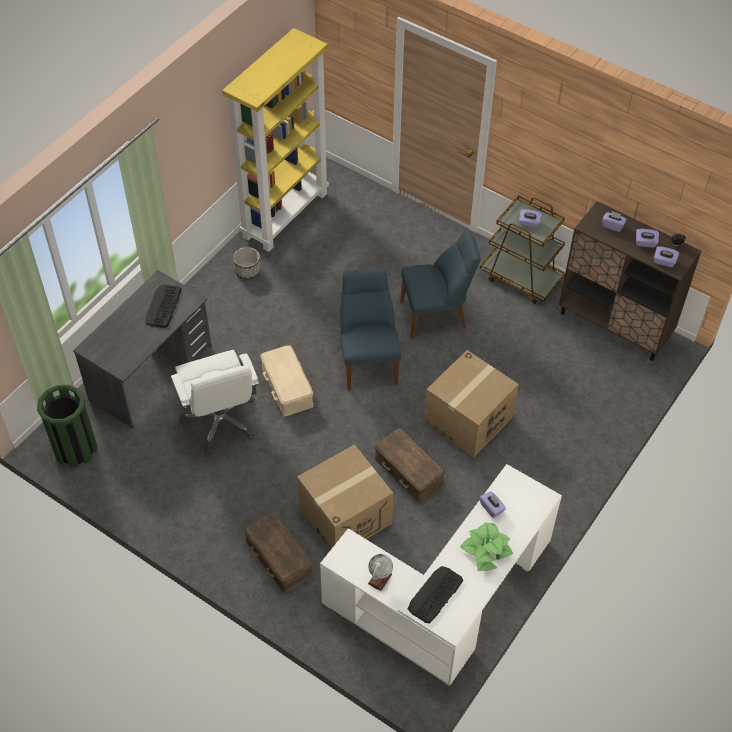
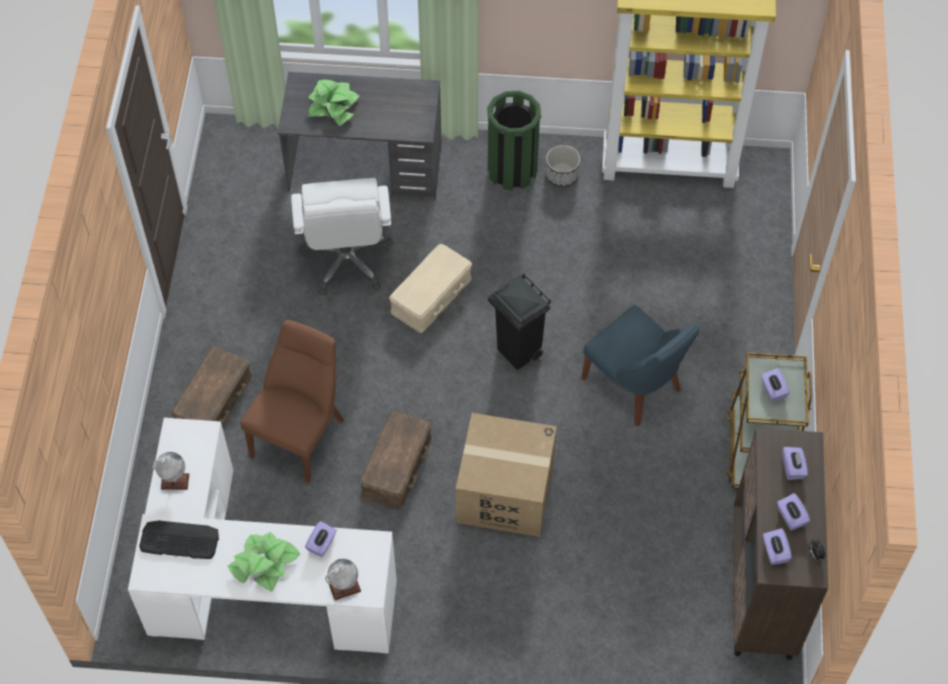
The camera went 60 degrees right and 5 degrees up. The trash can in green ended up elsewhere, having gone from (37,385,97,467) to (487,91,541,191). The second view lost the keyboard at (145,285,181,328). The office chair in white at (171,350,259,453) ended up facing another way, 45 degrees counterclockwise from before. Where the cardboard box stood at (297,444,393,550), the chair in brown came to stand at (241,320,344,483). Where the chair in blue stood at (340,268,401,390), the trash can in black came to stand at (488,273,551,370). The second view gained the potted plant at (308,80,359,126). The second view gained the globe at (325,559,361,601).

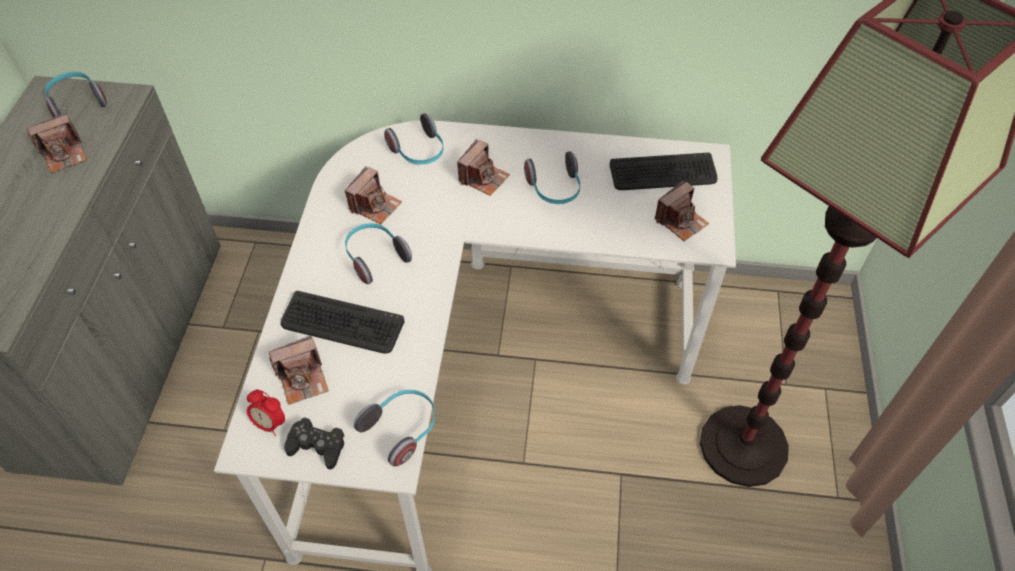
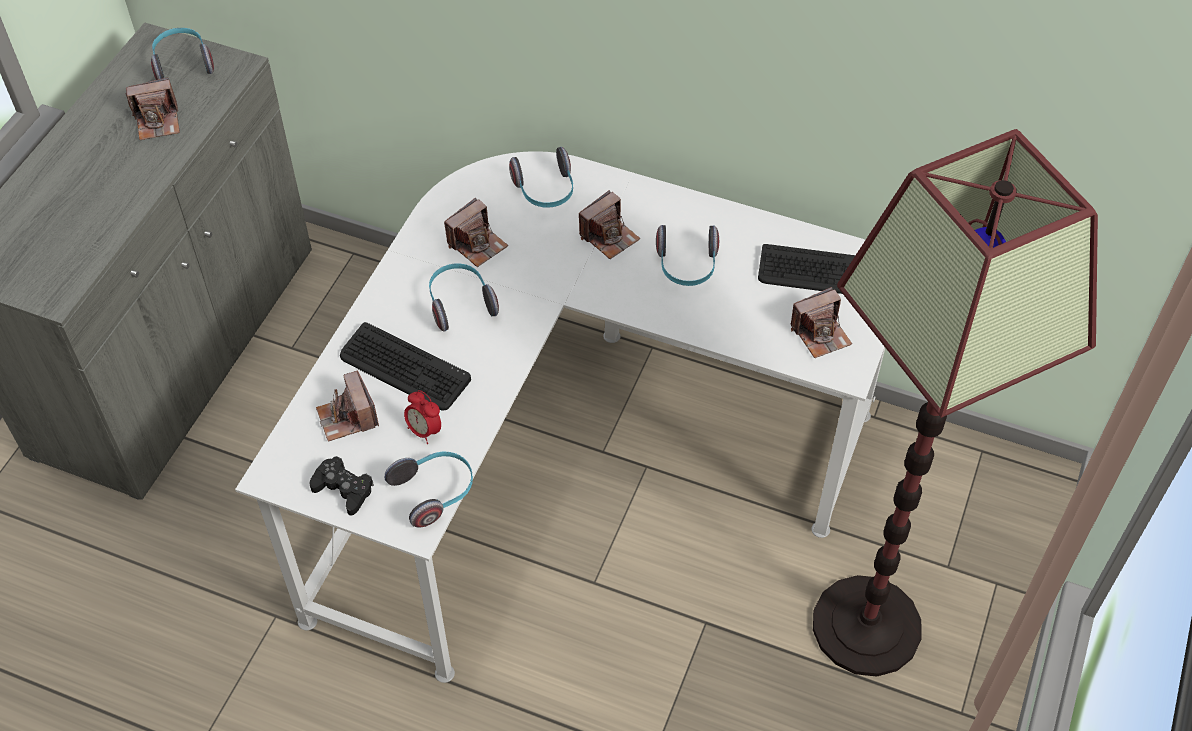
The camera went 15 degrees right and 0 degrees up. The alarm clock ended up elsewhere, having gone from (247,389,285,436) to (404,390,441,444). The photo camera at (269,335,329,405) ended up facing another way, 75 degrees clockwise from before.

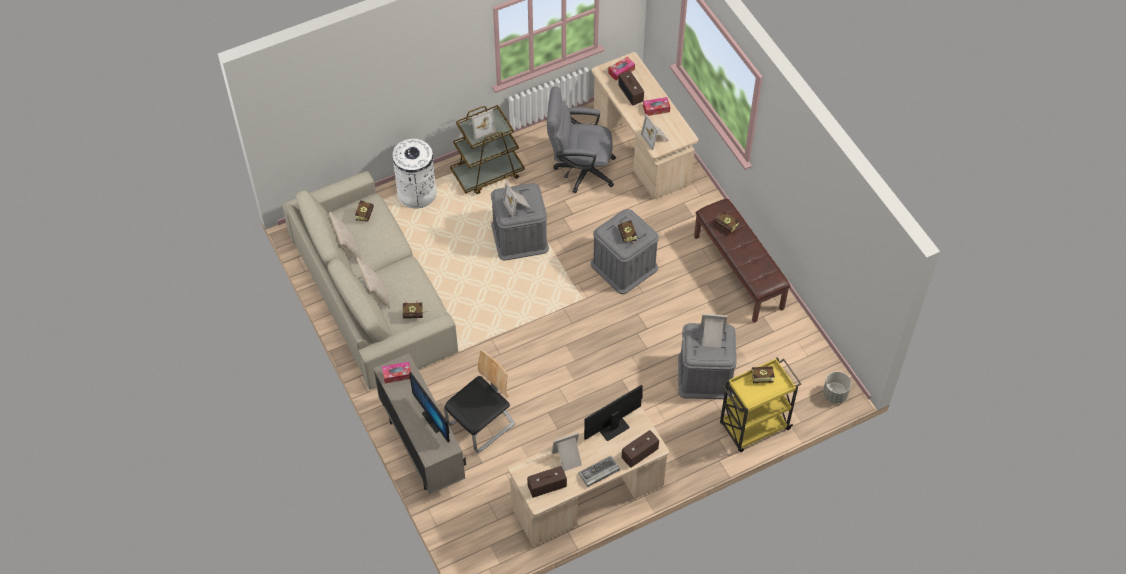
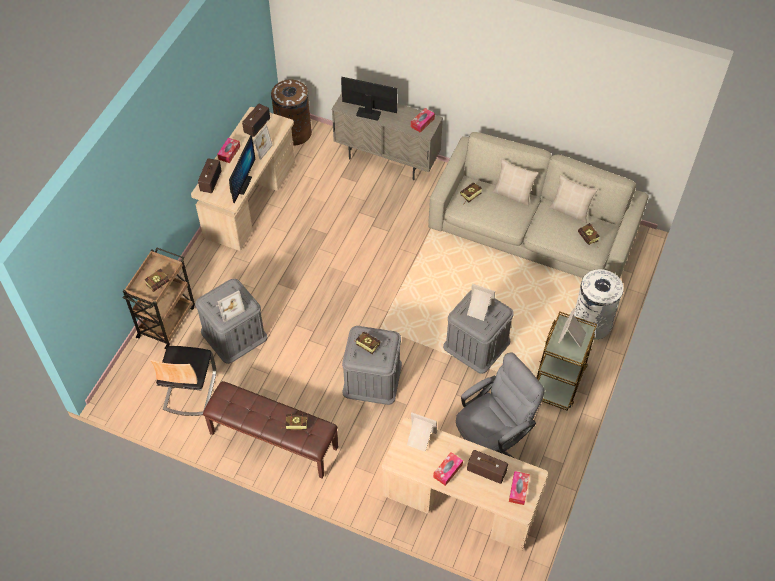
The camera went 140 degrees right and 0 degrees up. The chair ended up elsewhere, having gone from (444,349,515,453) to (150,346,216,416). Where the keyboard stood at (578,456,620,487), the tissue box came to stand at (217,138,240,163). What was the cart in yellow at (720,357,801,452) turned into the cart in brown at (123,248,195,349). The second view lost the planter in grey at (823,372,851,404). The second view gained the trash can in brown at (271,80,312,146).

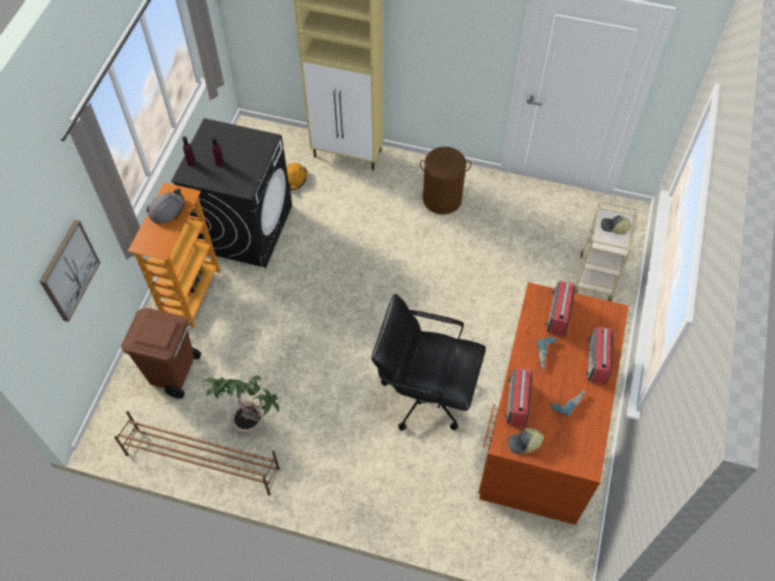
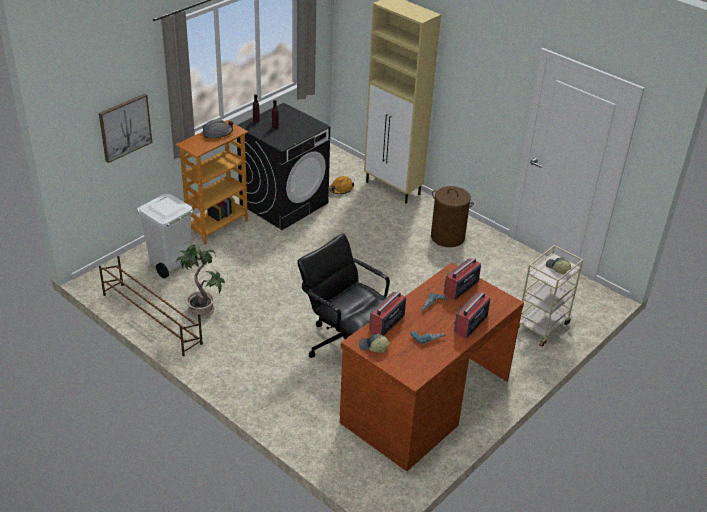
The camera went 25 degrees right and 20 degrees down. What was the trash can in brown at (121,308,201,399) turned into the trash can in white at (137,194,198,279).

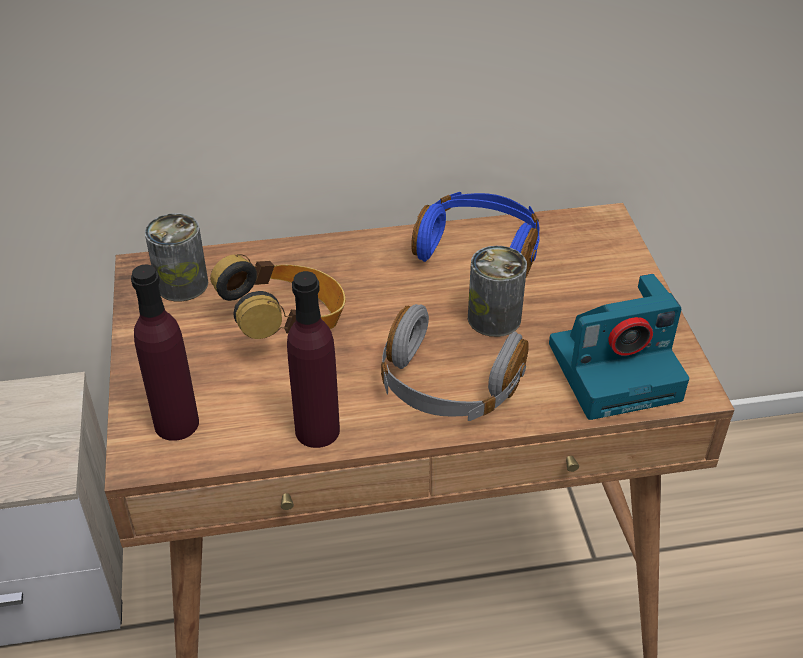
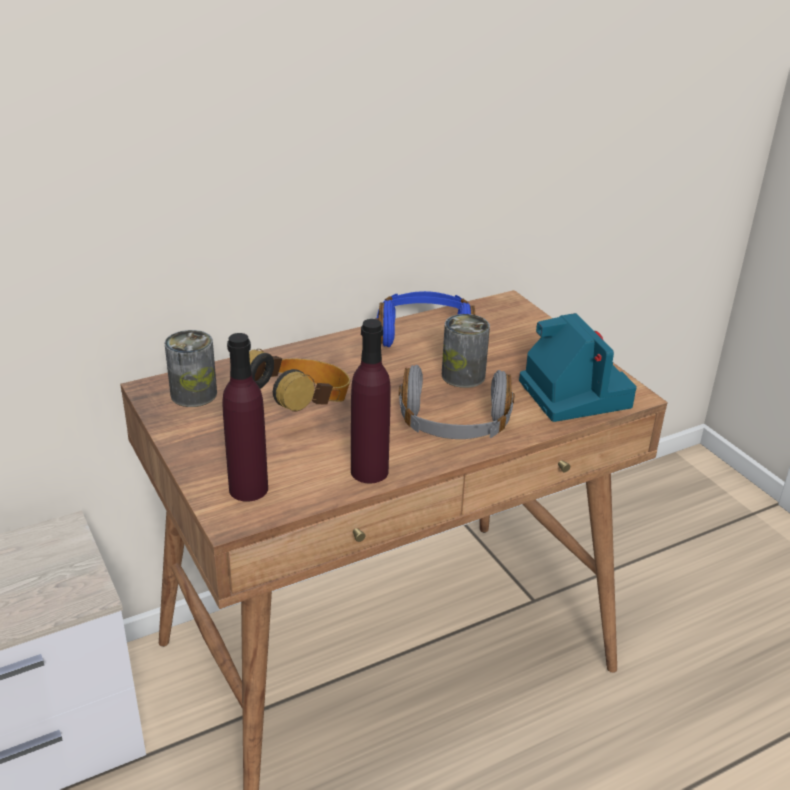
The camera went 20 degrees left and 10 degrees down. The photo camera at (549,274,689,420) ended up facing another way, 75 degrees counterclockwise from before.

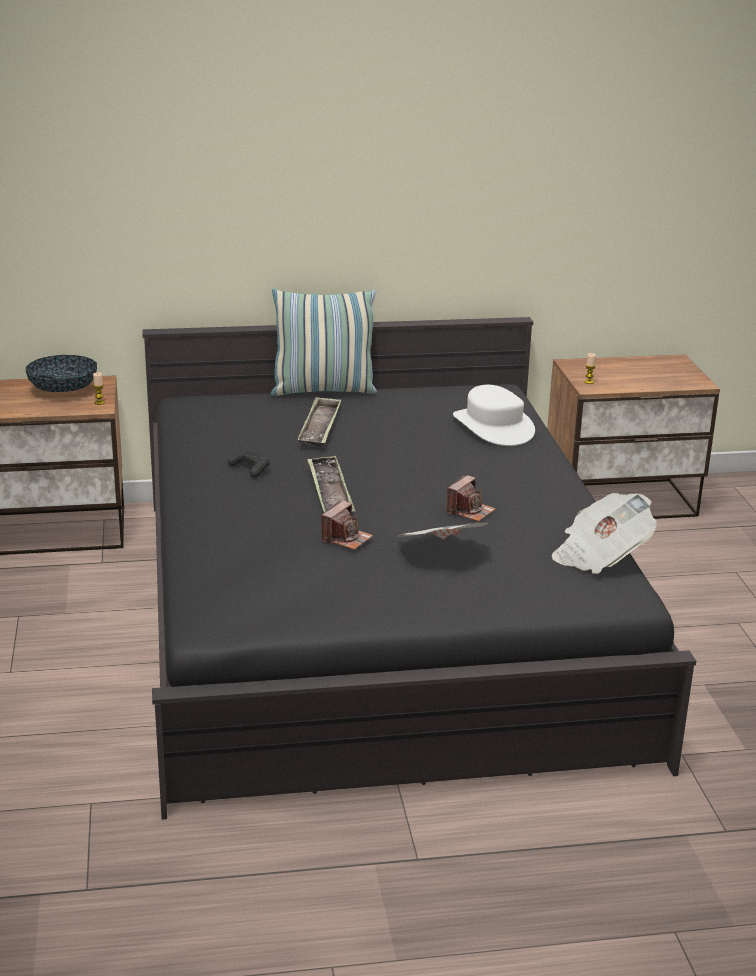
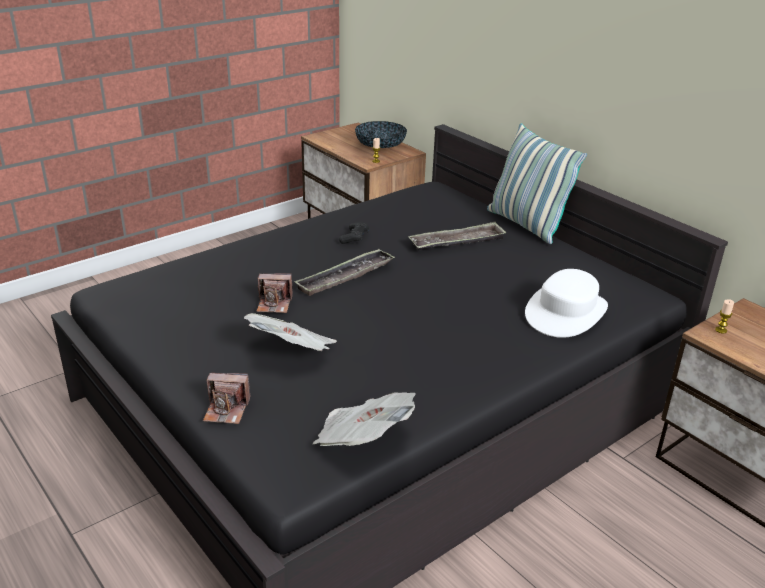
The camera went 60 degrees right and 5 degrees up. The photo camera ended up elsewhere, having gone from (446,475,496,522) to (203,373,250,424).

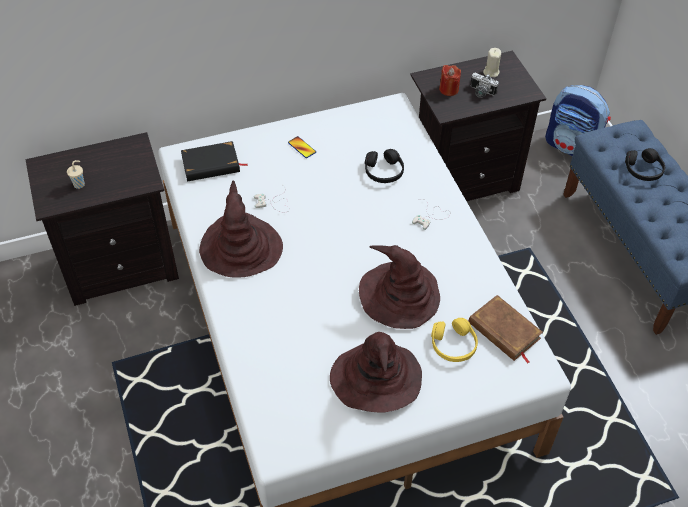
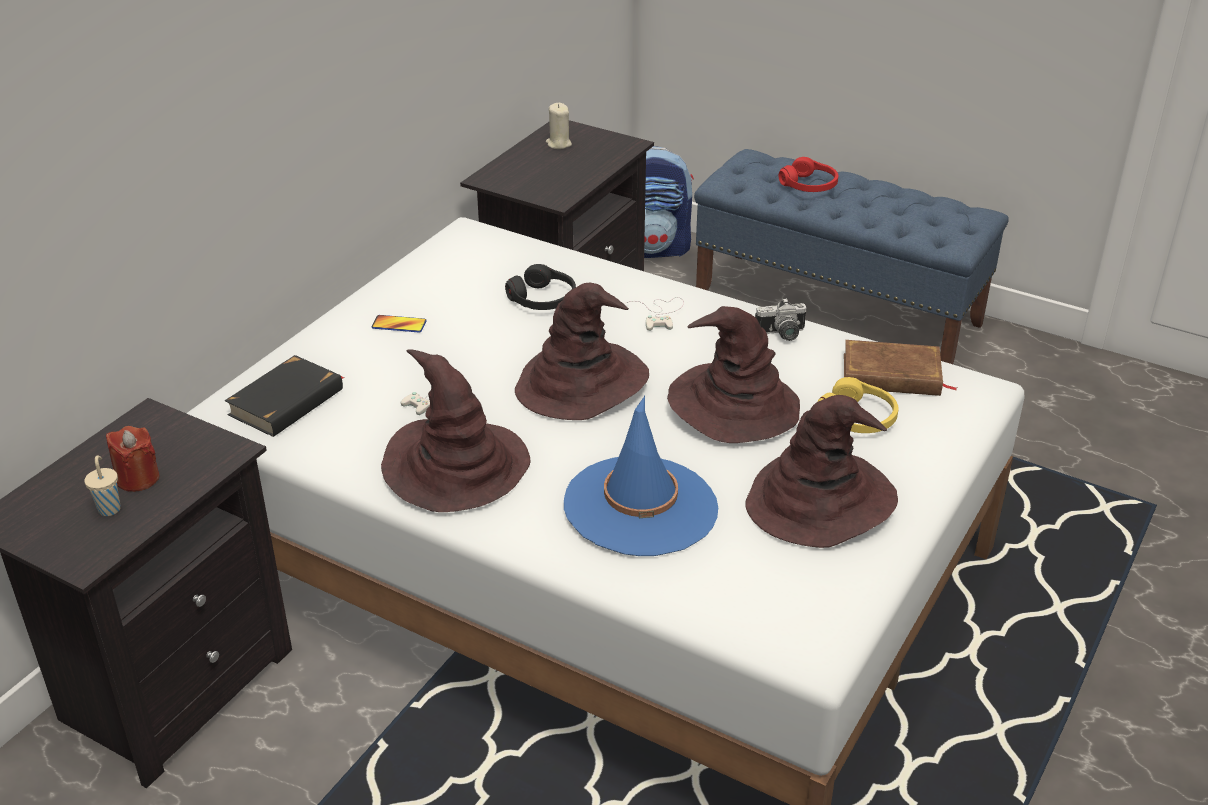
The camera went 40 degrees left and 15 degrees down. The candle in red ended up elsewhere, having gone from (439,65,461,96) to (106,426,159,492). The photo camera ended up elsewhere, having gone from (470,73,499,98) to (755,298,807,341). What was the headphones in black at (625,148,665,181) turned into the headphones in red at (778,157,838,192). The second view gained the hat in brown at (515,283,649,420). The second view gained the hat in blue at (564,396,718,556).

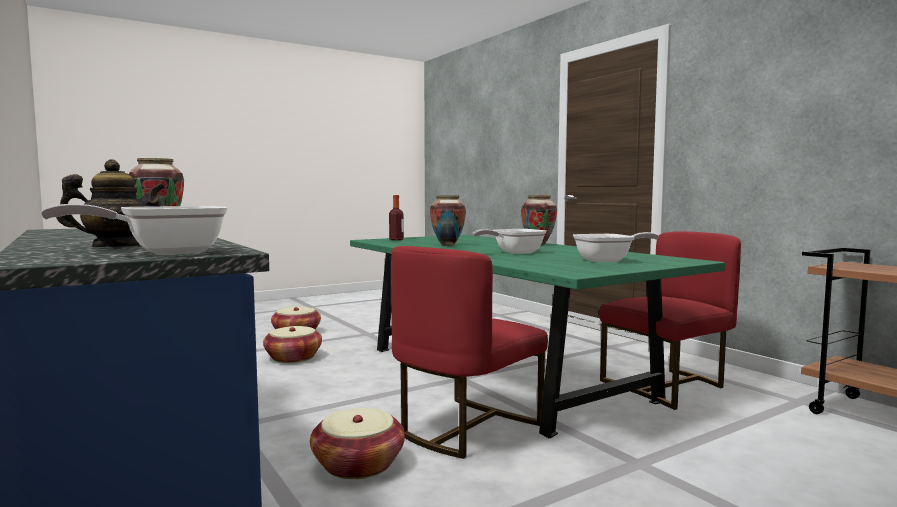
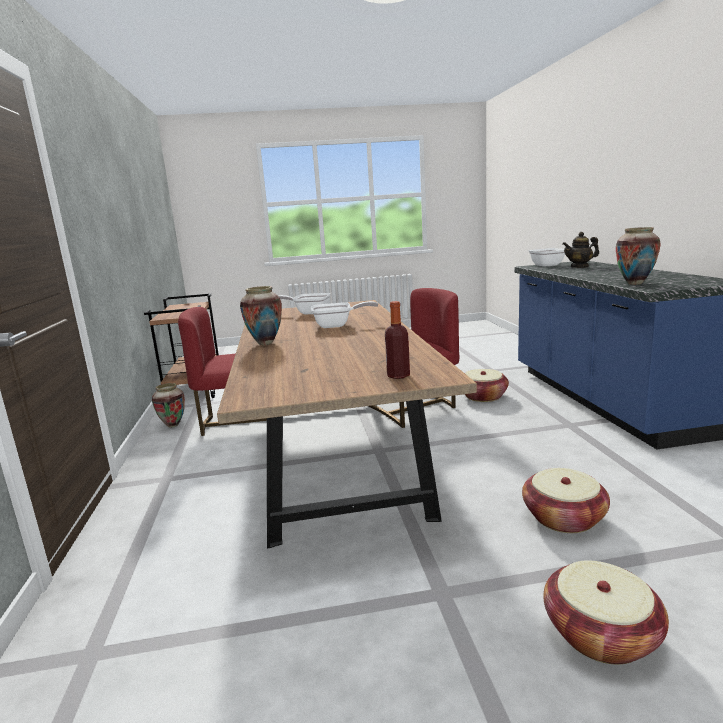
The camera went 155 degrees left and 10 degrees up. What was the dining table in green at (350,235,725,438) turned into the dining table in brown at (217,300,477,549). The vase ended up elsewhere, having gone from (430,195,466,246) to (152,383,185,428).

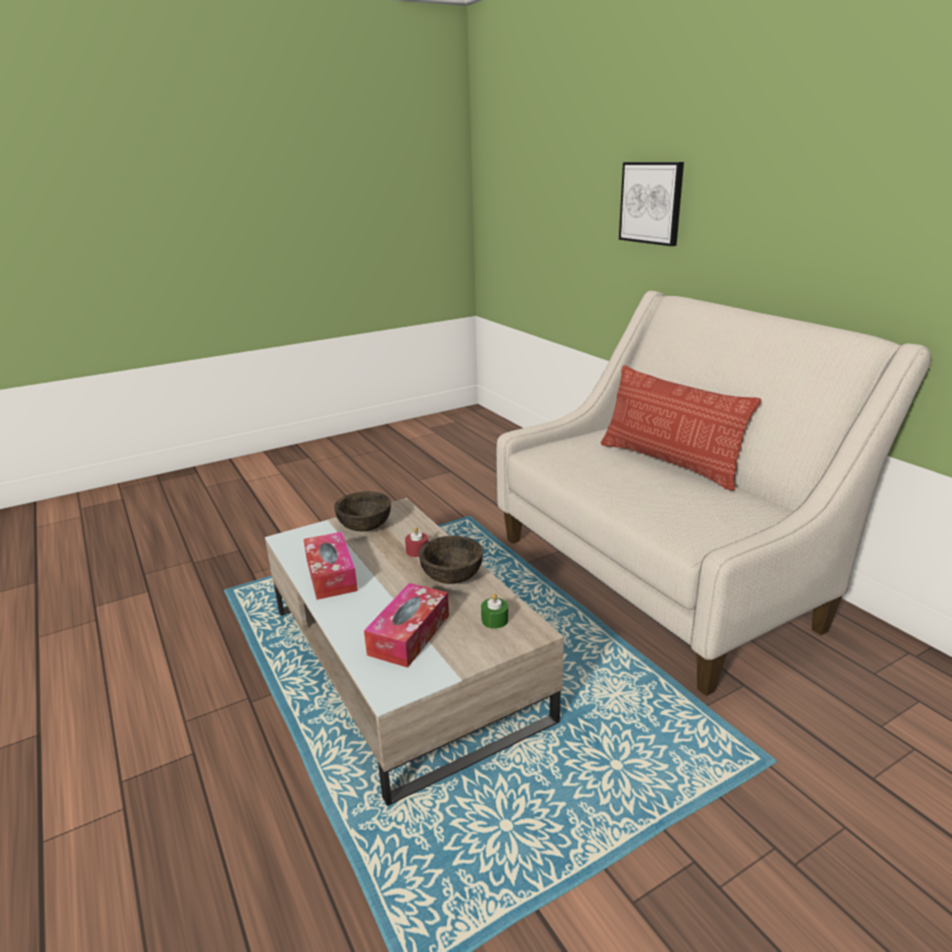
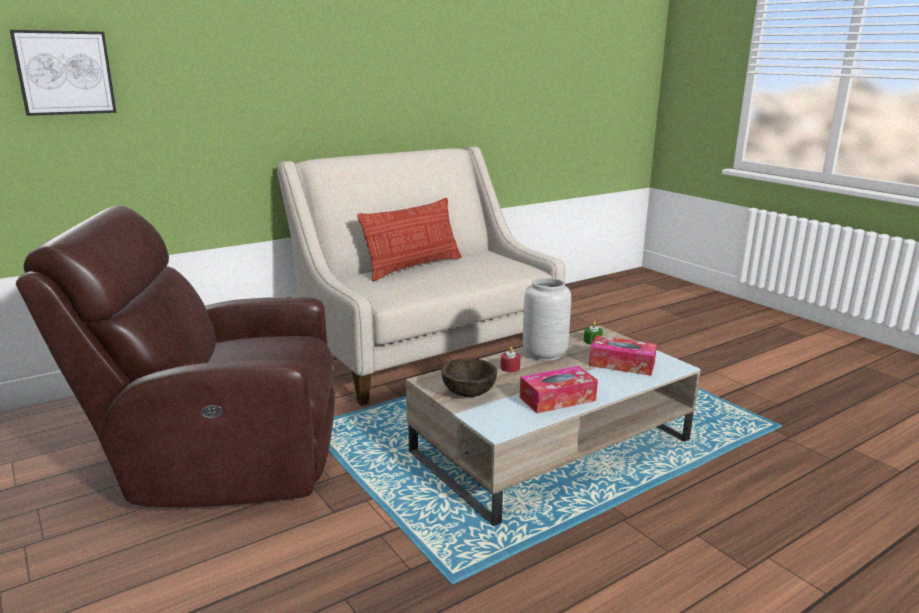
The camera went 95 degrees left and 5 degrees down. Where the bowl in brown stood at (419,536,483,584), the vase in grey came to stand at (523,278,571,361). The picture ended up elsewhere, having gone from (619,162,684,246) to (10,30,116,116). The second view gained the armchair in brown at (16,206,335,507).

